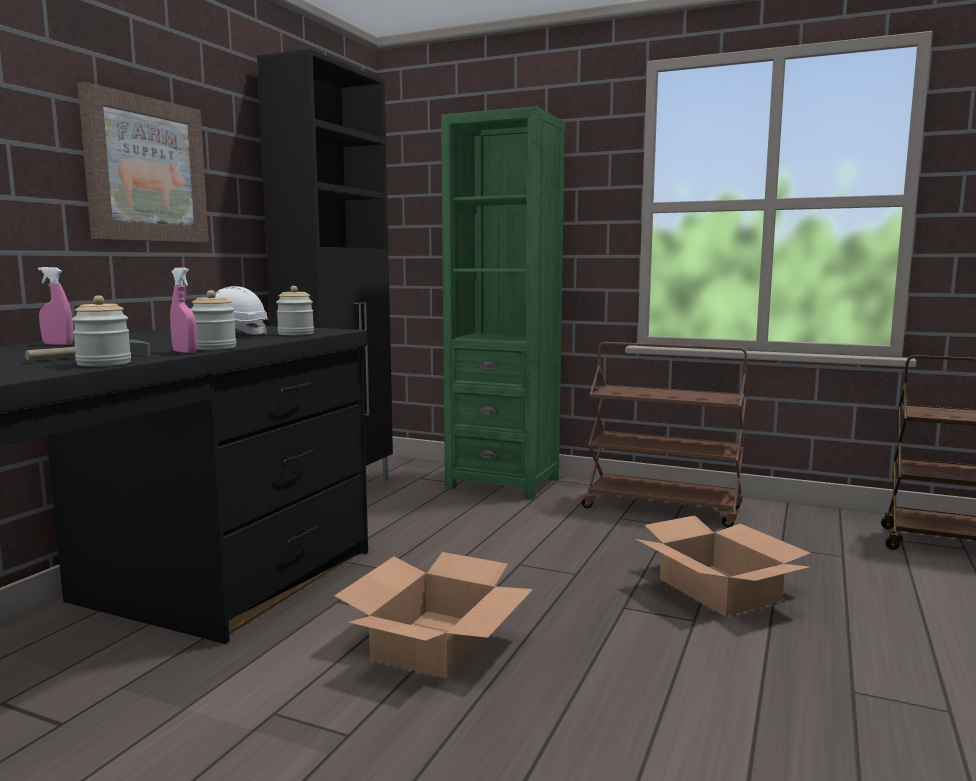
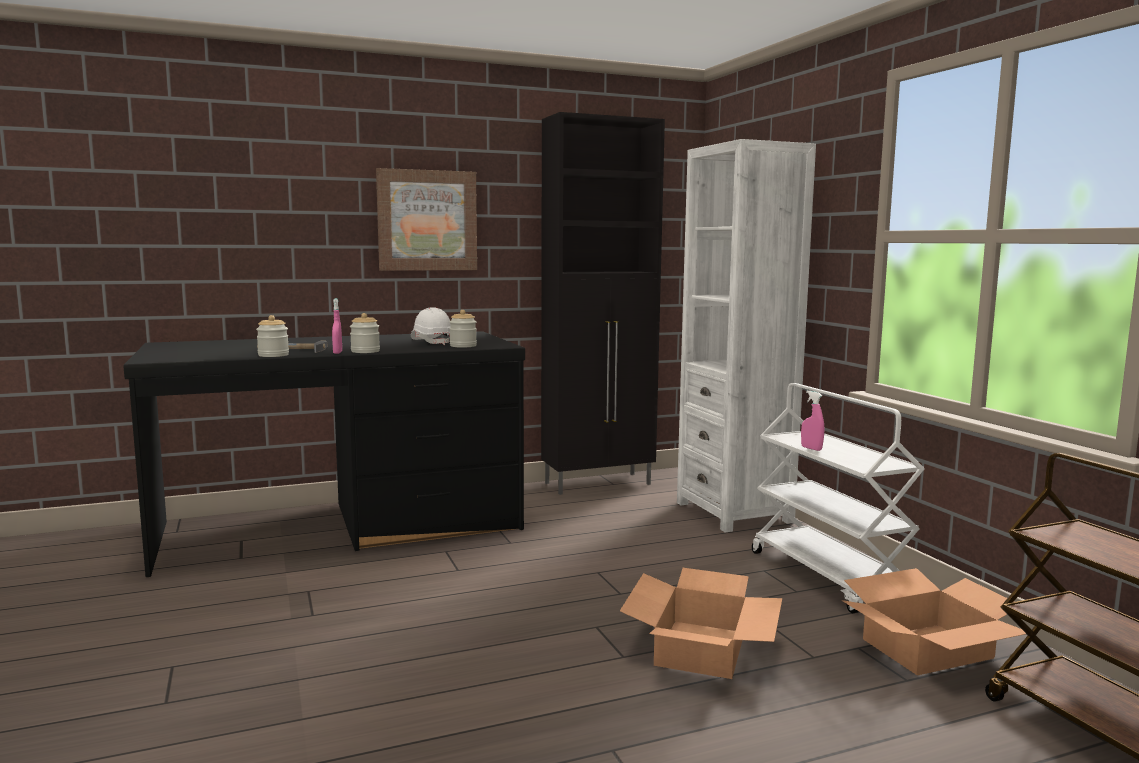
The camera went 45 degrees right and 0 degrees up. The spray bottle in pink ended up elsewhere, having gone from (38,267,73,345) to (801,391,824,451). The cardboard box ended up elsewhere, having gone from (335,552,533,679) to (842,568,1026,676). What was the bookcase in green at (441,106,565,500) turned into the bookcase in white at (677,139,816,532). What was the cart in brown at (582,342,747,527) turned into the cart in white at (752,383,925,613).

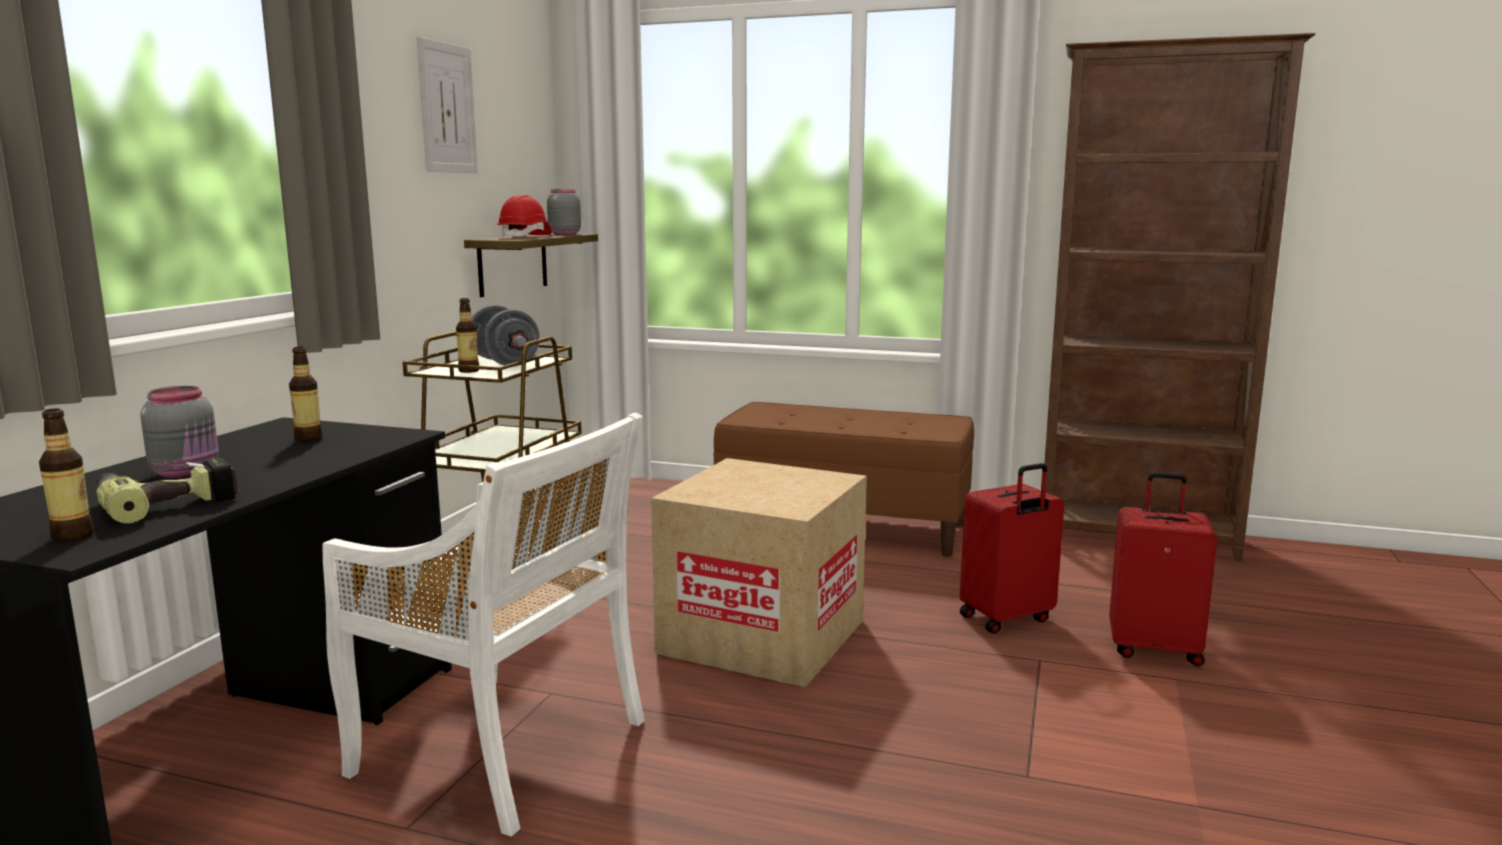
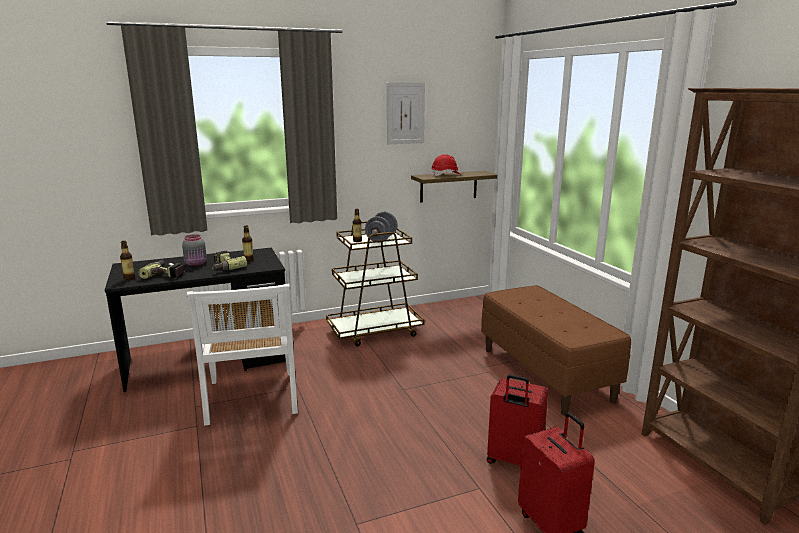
The camera went 50 degrees right and 5 degrees up. The second view lost the jar in grey at (547,189,581,235). The second view lost the cardboard box at (651,458,867,687). The second view gained the power drill at (212,251,247,271).

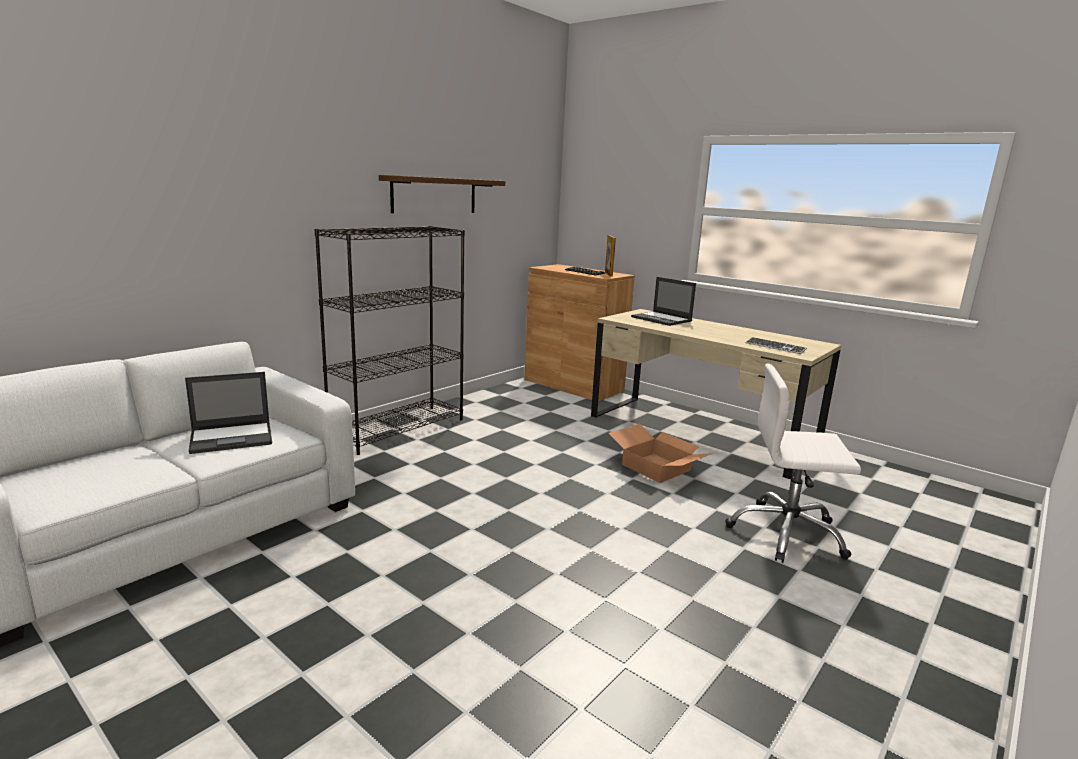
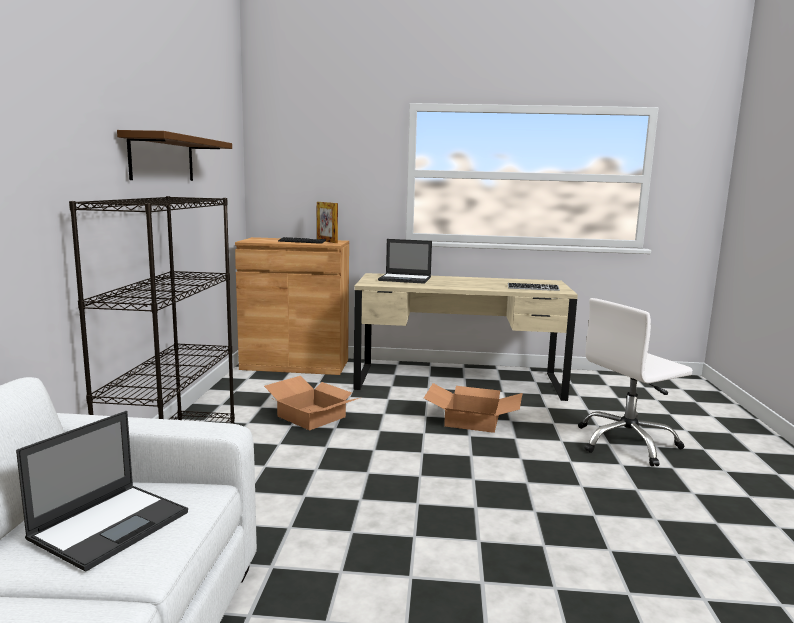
The camera went 35 degrees left and 5 degrees down. The second view gained the cardboard box at (264,376,359,431).

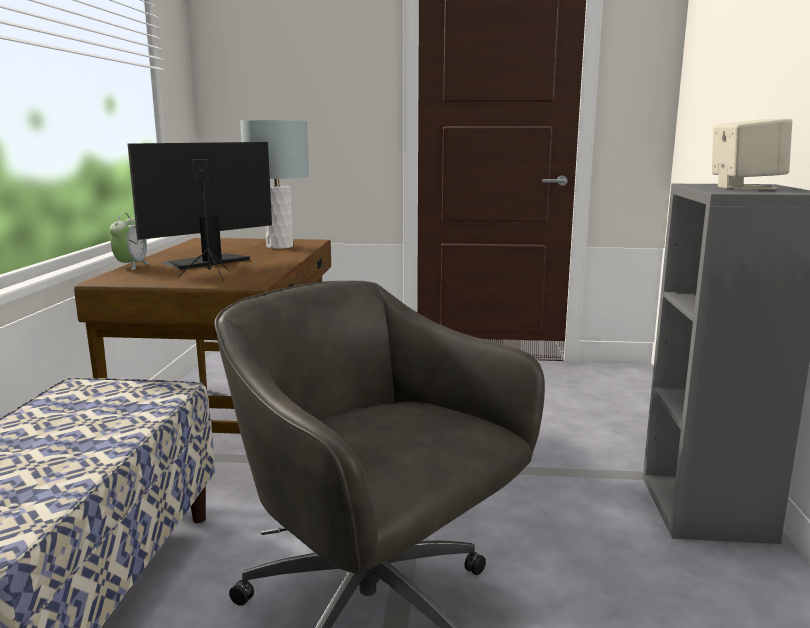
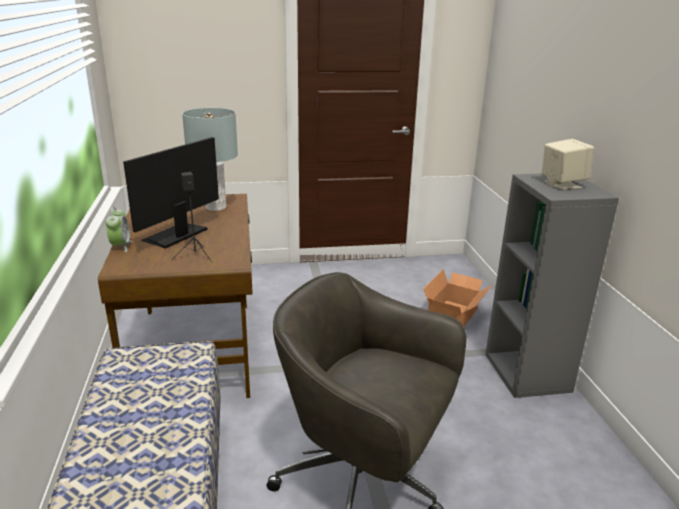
The camera went 15 degrees left and 10 degrees up. The second view gained the cardboard box at (424,269,492,327).

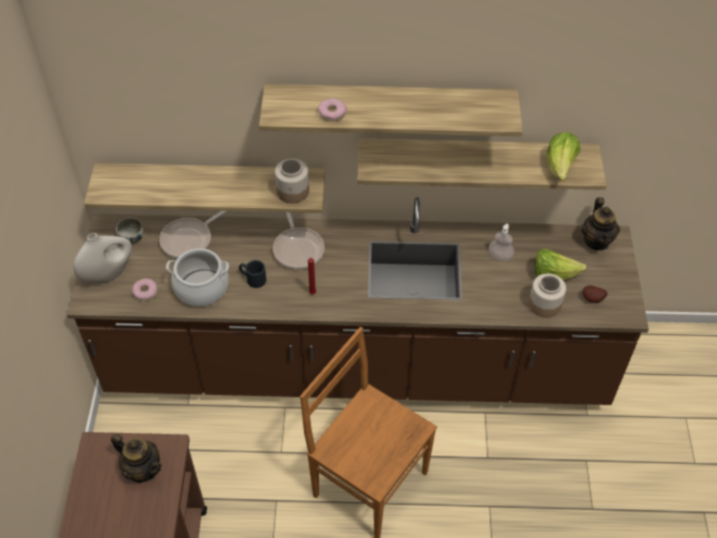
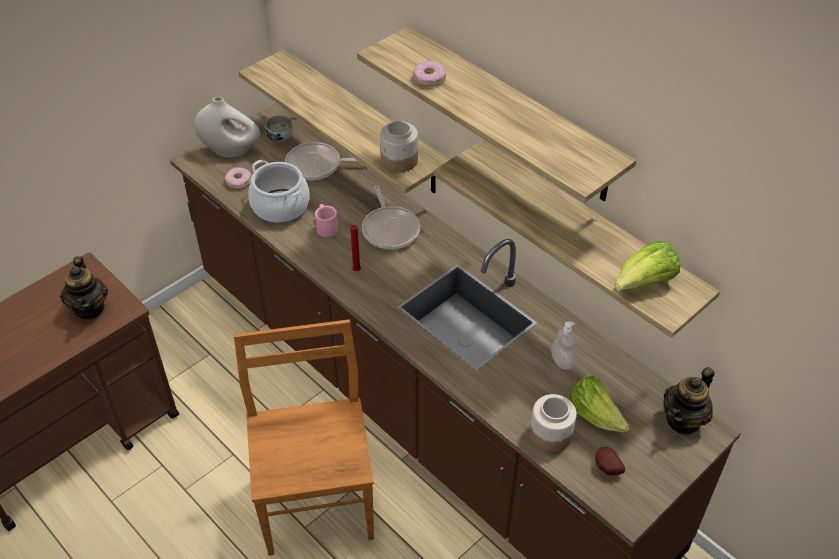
The camera went 45 degrees right and 5 degrees down. What was the mug in black at (239,260,266,288) turned into the mug in pink at (315,204,338,237). The frying pan at (273,212,325,269) ended up facing another way, 45 degrees counterclockwise from before.

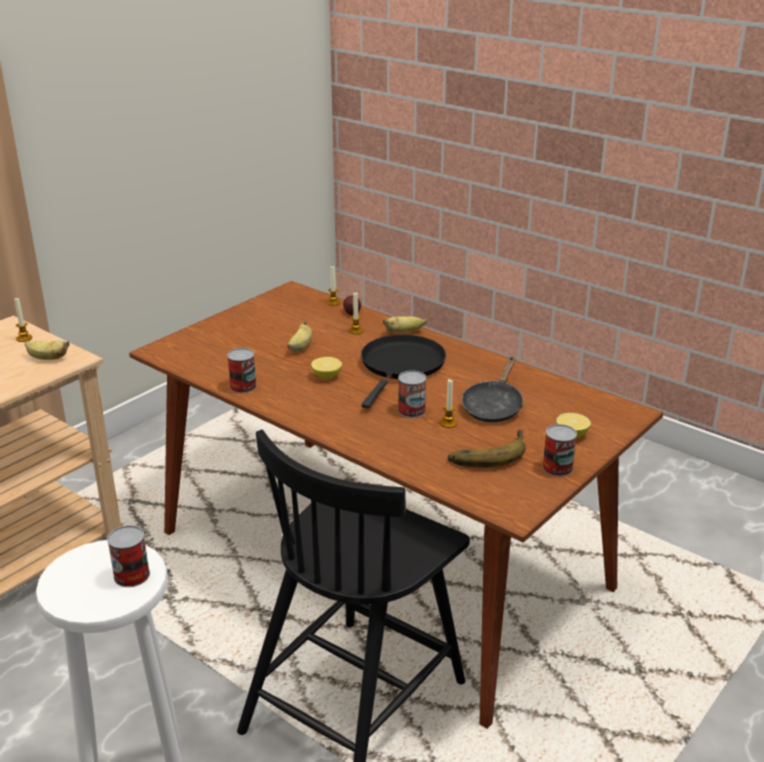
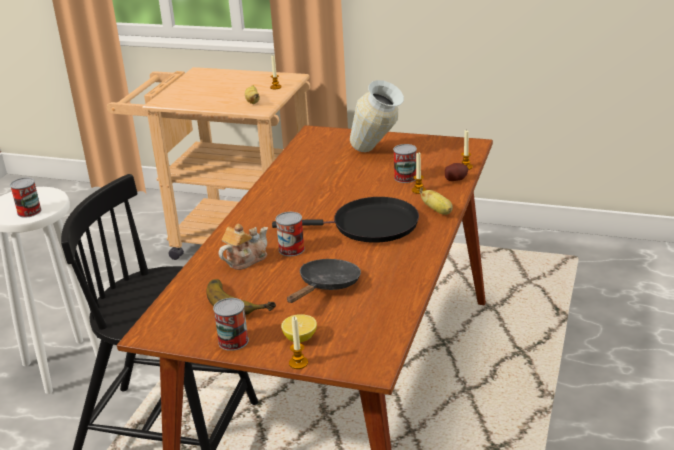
The camera went 70 degrees right and 0 degrees up. The can ended up elsewhere, having gone from (227,348,257,393) to (393,144,417,183). The second view lost the banana at (287,321,312,352). The second view lost the lemon at (311,357,342,379). The candle ended up elsewhere, having gone from (440,379,457,428) to (289,316,308,369). The frying pan in black at (462,357,523,422) ended up facing another way, 120 degrees clockwise from before. The second view gained the teapot at (219,224,268,270). The second view gained the vase at (350,80,404,152).

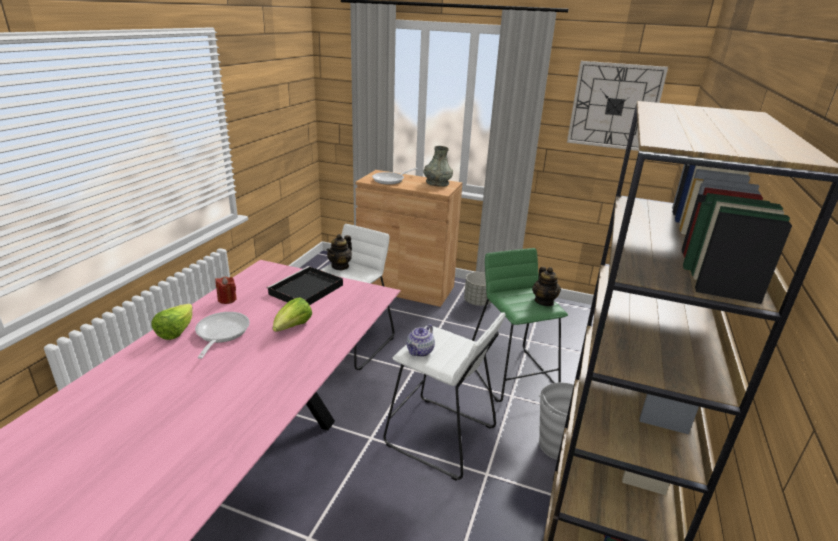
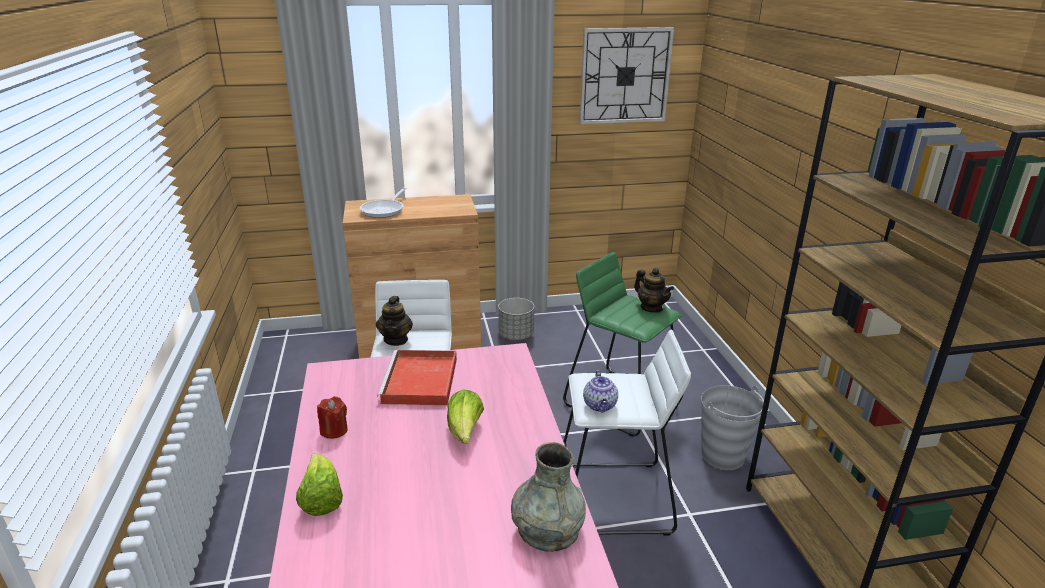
The camera went 30 degrees left and 0 degrees up. The second view lost the frying pan at (195,312,250,359). What was the tray in black at (267,266,343,305) turned into the tray in red at (377,350,457,405). The vase in grey ended up elsewhere, having gone from (423,146,453,187) to (511,442,586,552).

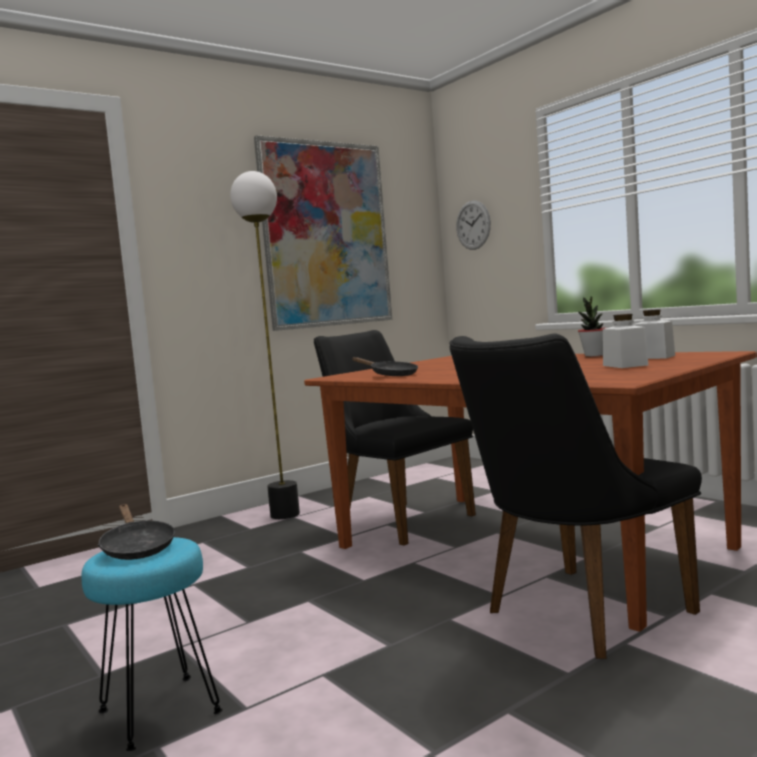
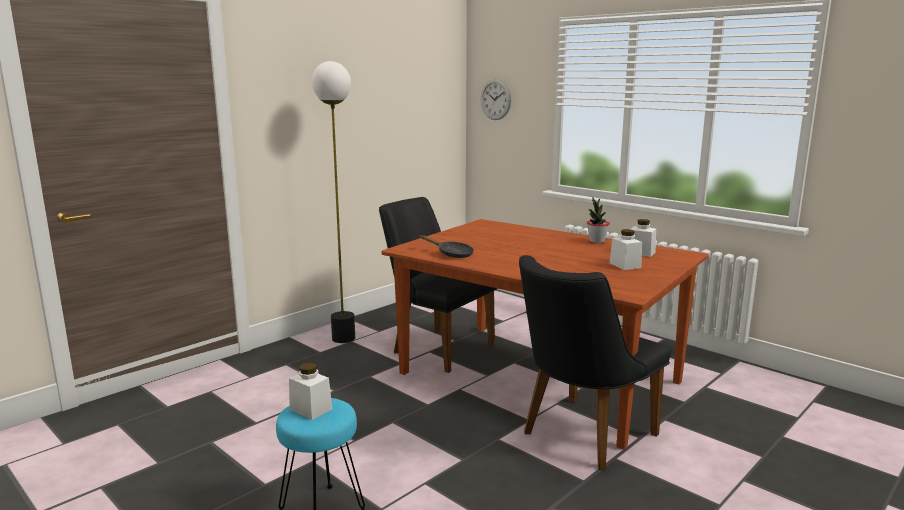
The camera went 10 degrees left and 10 degrees up. Where the frying pan in black stood at (97,504,175,560), the jar in white came to stand at (289,363,332,420). The second view lost the picture at (254,135,392,331).

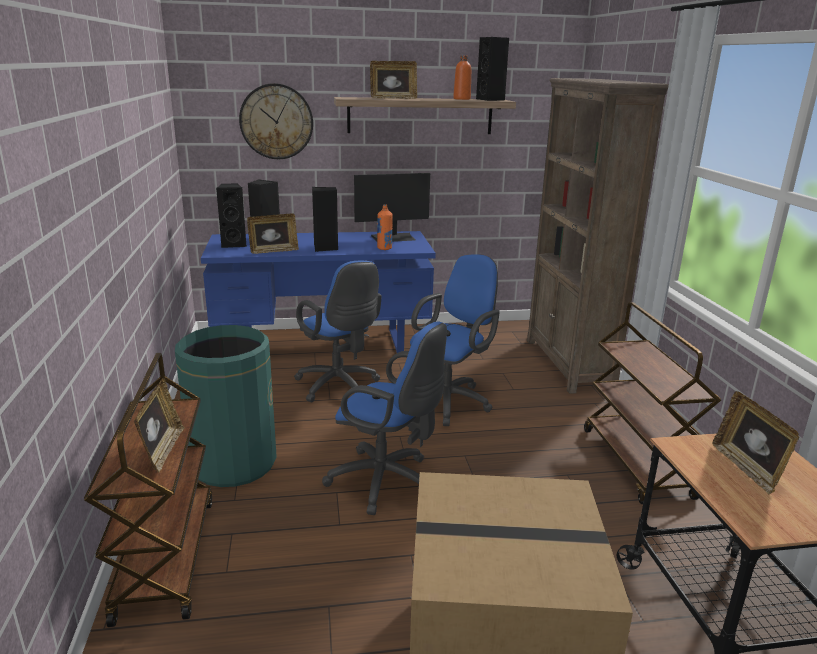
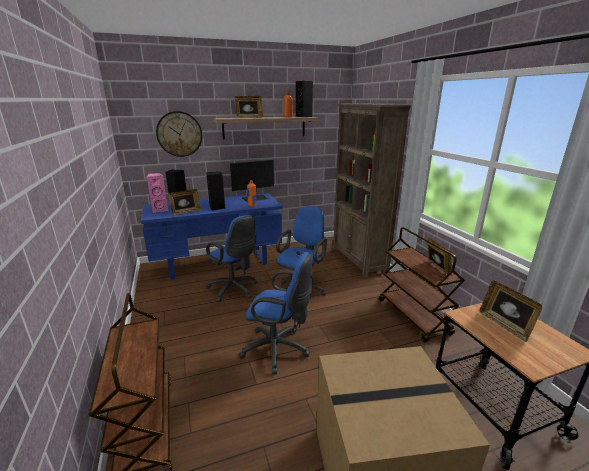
The camera went 10 degrees left and 0 degrees up. The picture frame ended up elsewhere, having gone from (134,378,185,472) to (427,237,452,276). The second view lost the trash can in green at (175,325,277,487). What was the speaker in black at (216,183,247,248) turned into the speaker in pink at (146,173,169,213).

